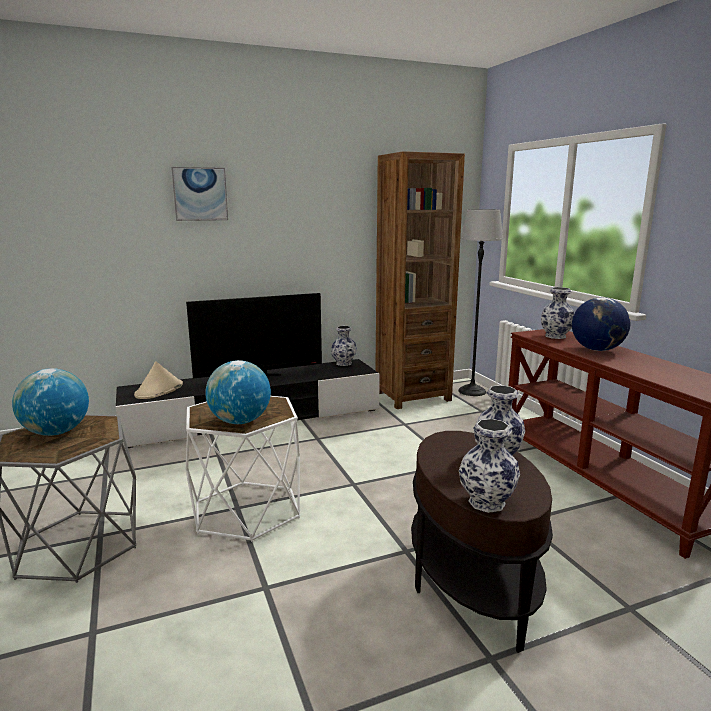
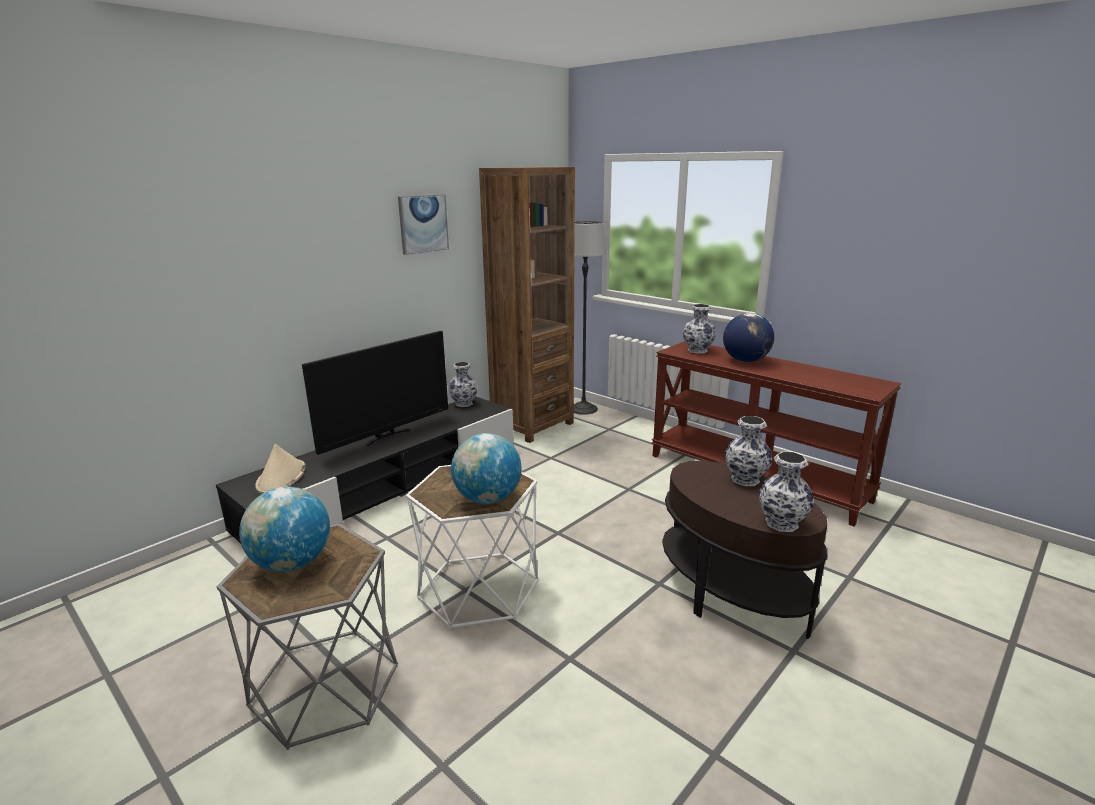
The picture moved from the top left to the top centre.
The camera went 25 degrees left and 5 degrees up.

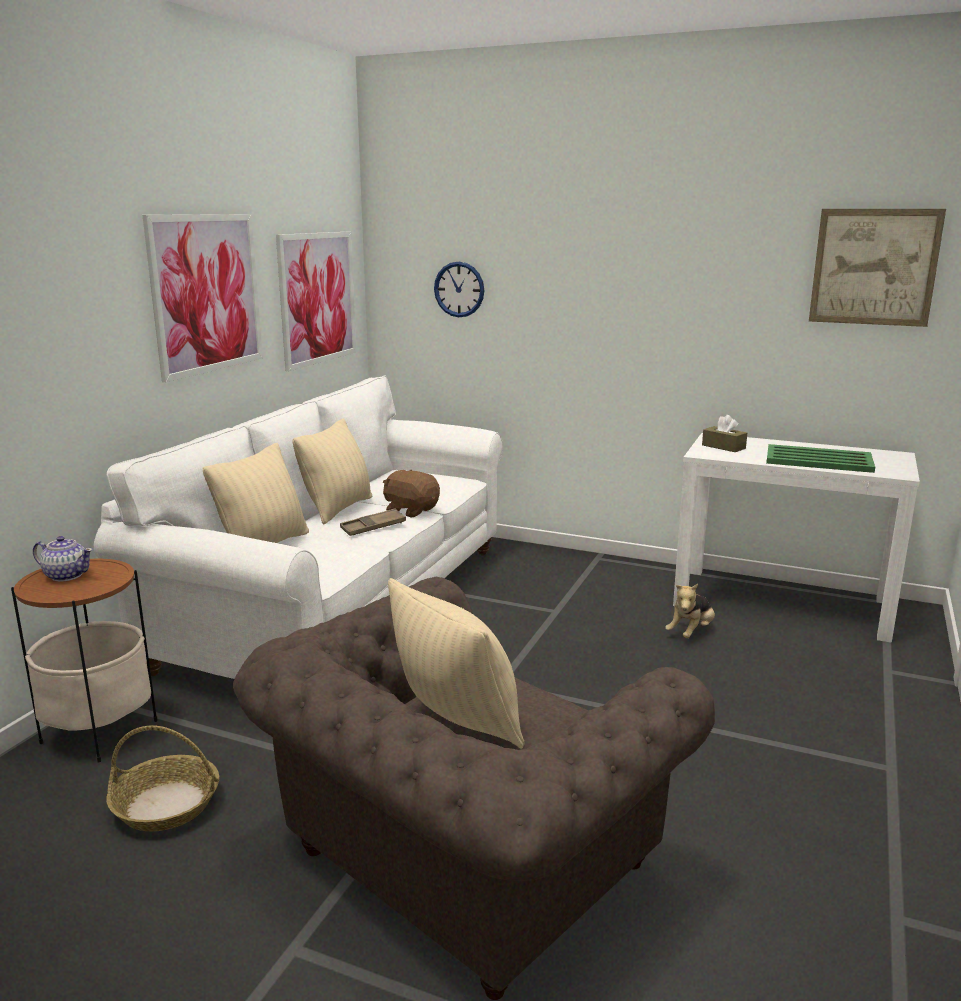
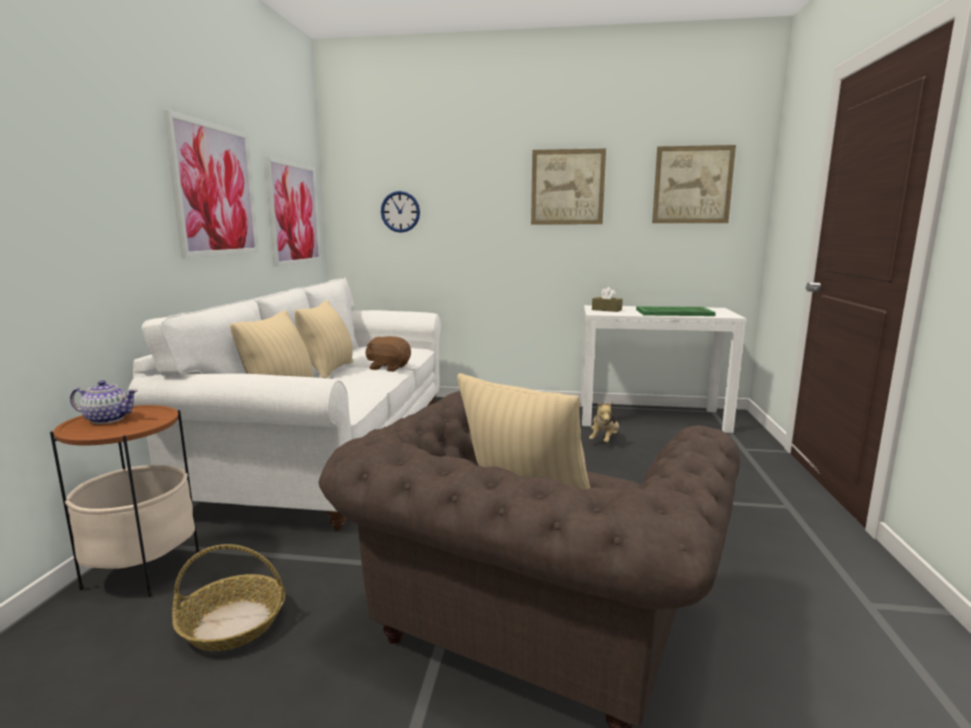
The picture (no. 3 from left) at the top centre appeared.
The brown serving tray at the centre disappeared.
The camera went 15 degrees left and 5 degrees down.

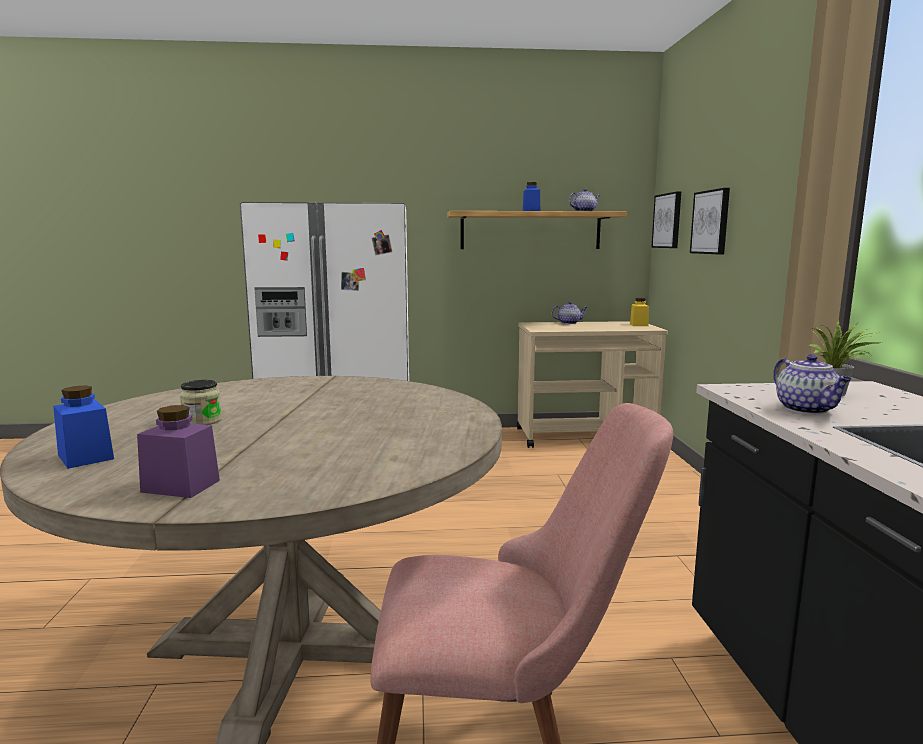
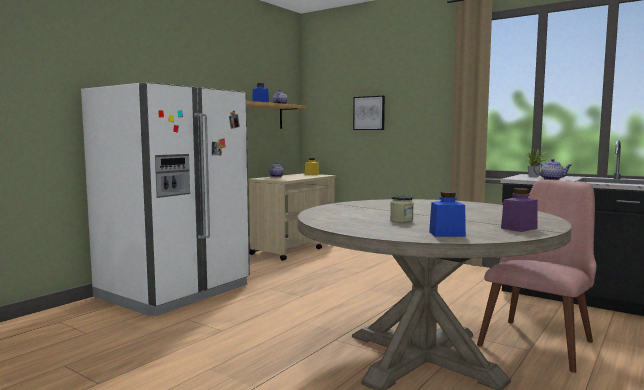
The picture (no. 1 from left) at the top right disappeared.
The camera went 50 degrees left and 5 degrees down.

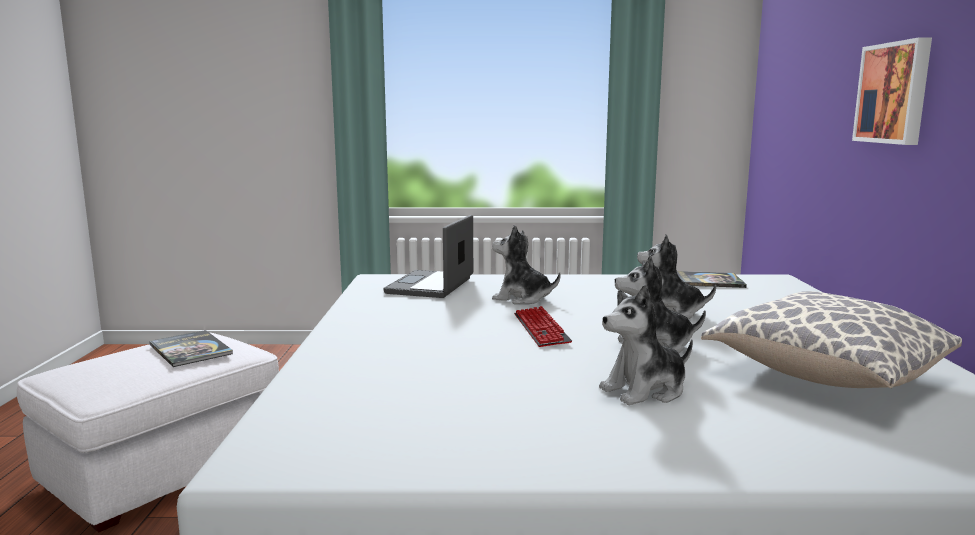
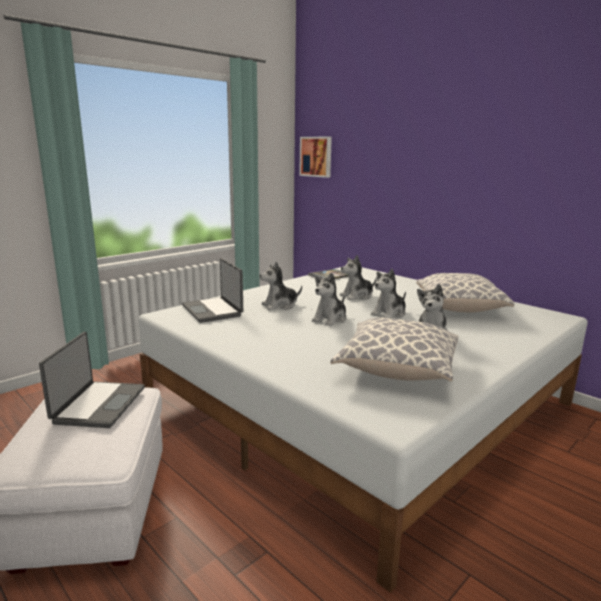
The book (no. 1 from left) at the middle left was replaced by the laptop (no. 1 from left) at the middle left.
The picture moved from the top right to the top centre.
The PC keyboard at the centre was replaced by the plush toy (no. 2 from left) at the centre.
The pillow (no. 1 from left) at the centre appeared.
The camera went 45 degrees left and 5 degrees up.

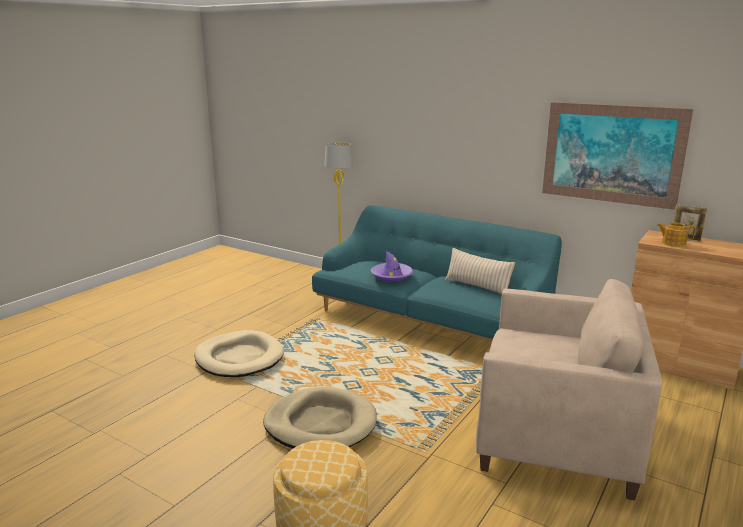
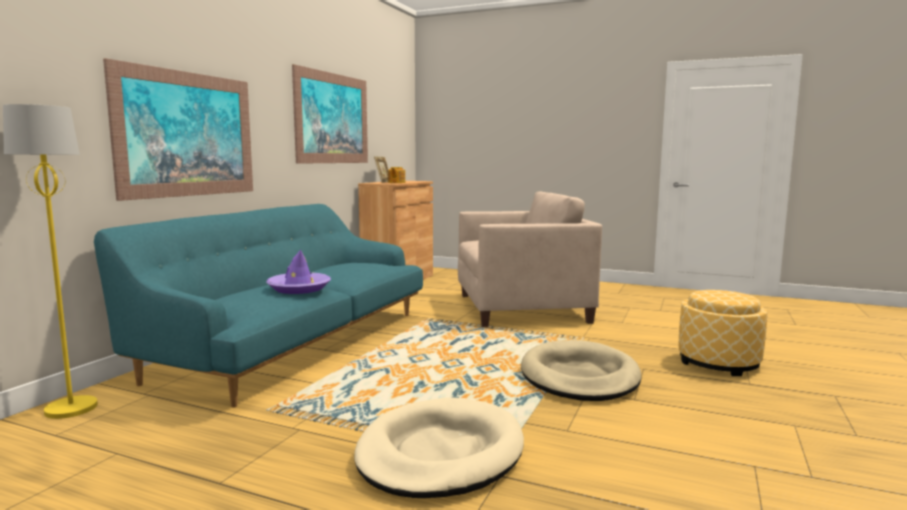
The picture (no. 1 from left) at the top left appeared.
The sand-coloured easy chair at the bottom right turned 75 degrees clockwise.
The sand-coloured pillow at the centre disappeared.
The camera went 100 degrees left and 10 degrees down.

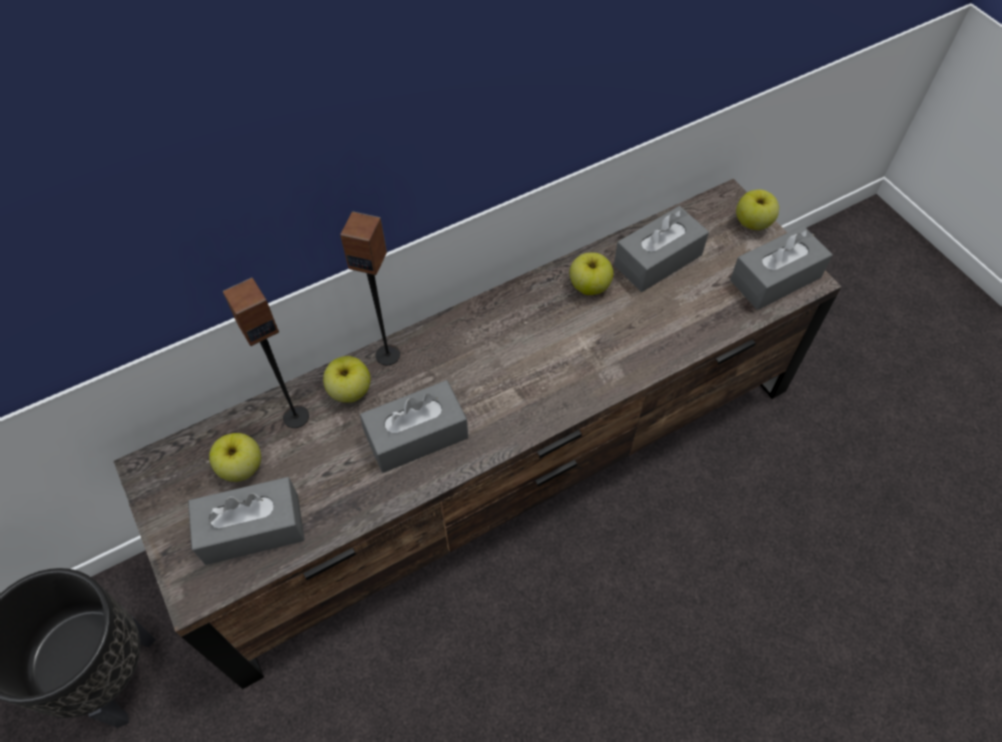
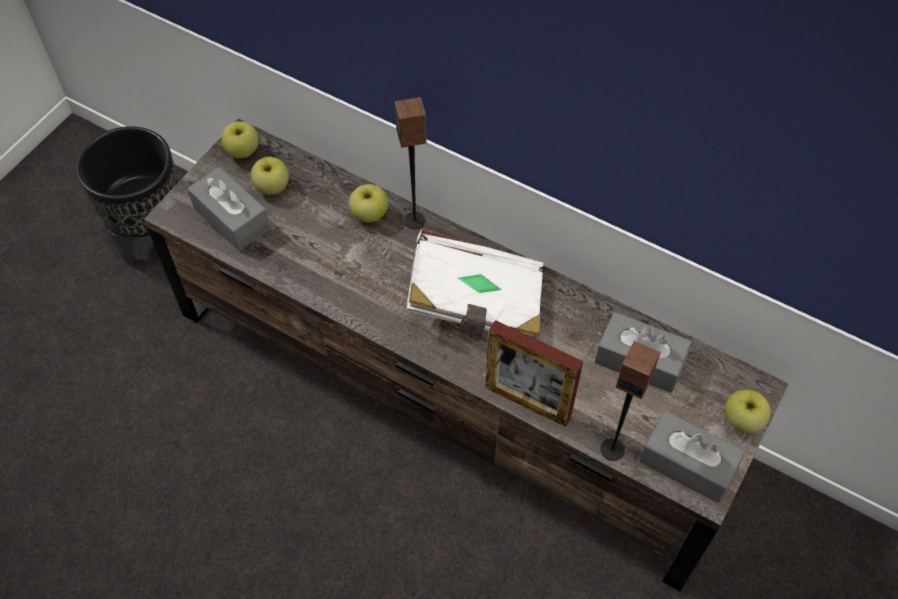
The apple fruit (no. 3 from left in the first image) moved from the centre to the top left.
The white-coloured book at the centre appeared.
The standing frame at the centre appeared.
The loudspeaker (no. 1 from left in the first image) moved from the middle left to the bottom right.
The grey box of tissues (no. 2 from left) at the centre disappeared.
The camera went 60 degrees right and 0 degrees up.

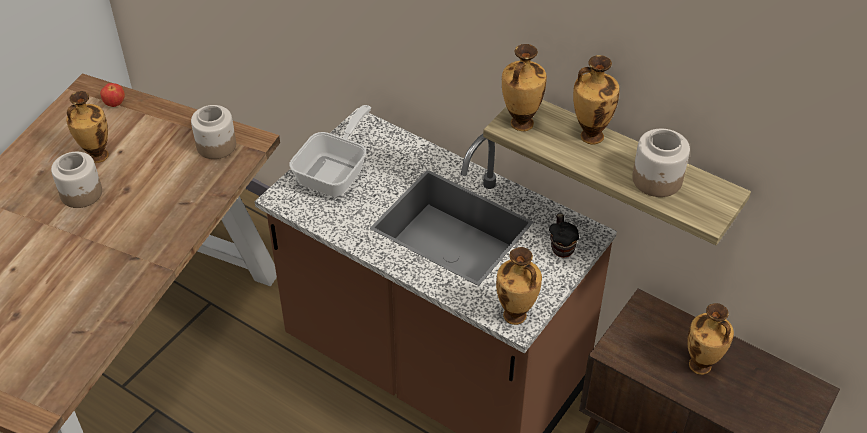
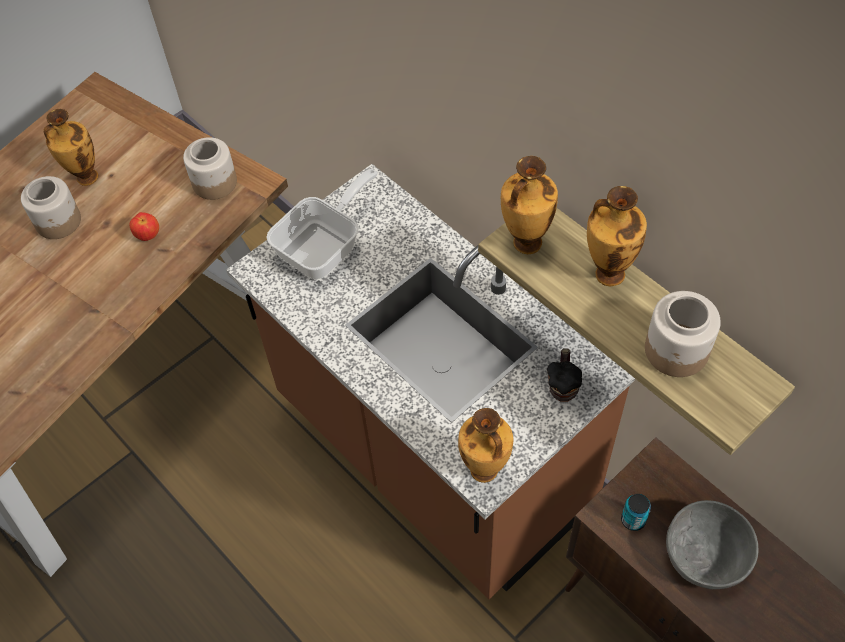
The apple fruit moved from the top left to the middle left.
The metal can at the bottom right appeared.
The vase (no. 5 from left) at the bottom right was replaced by the grey bowl at the bottom right.
The camera went 15 degrees right and 10 degrees up.

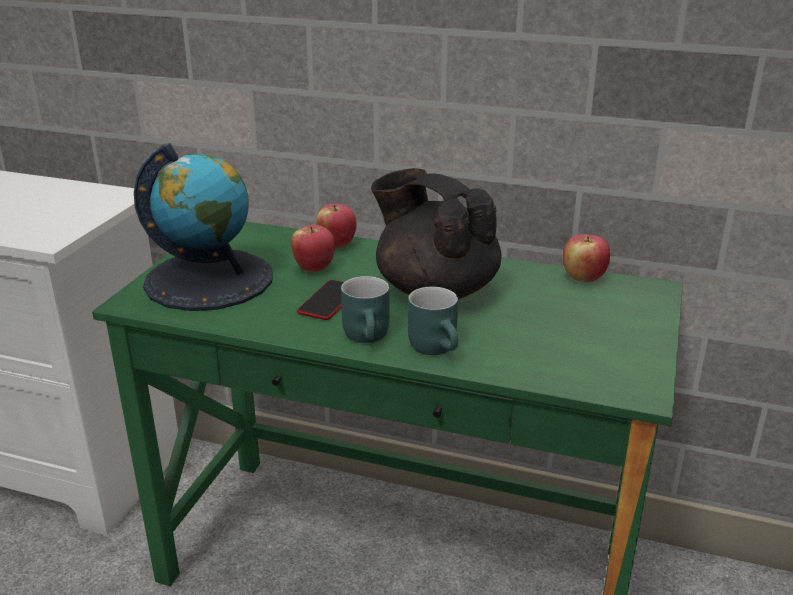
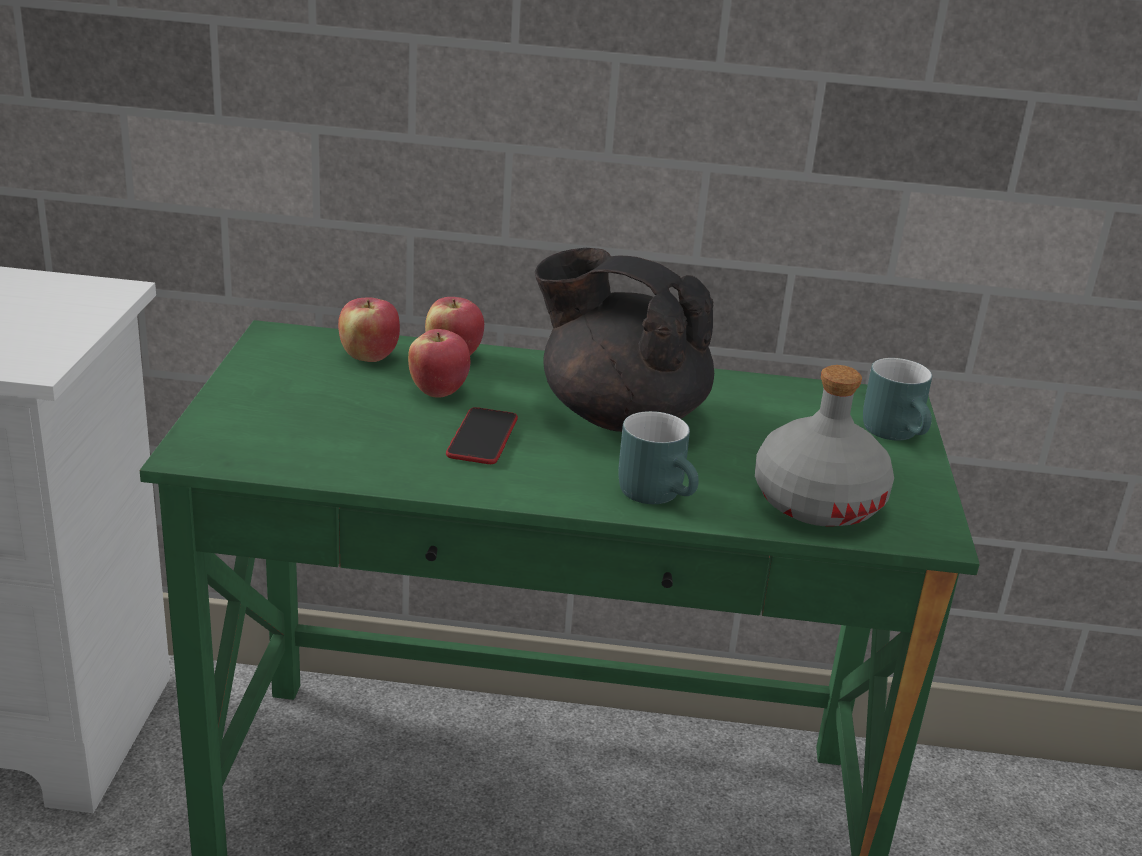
The apple fruit (no. 3 from left in the first image) moved from the middle right to the middle left.
The grey drink bottle at the middle right appeared.
The turquoise-coloured tea mug (no. 1 from left in the first image) moved from the centre to the middle right.
The globe at the middle left disappeared.
The camera went 15 degrees left and 0 degrees up.

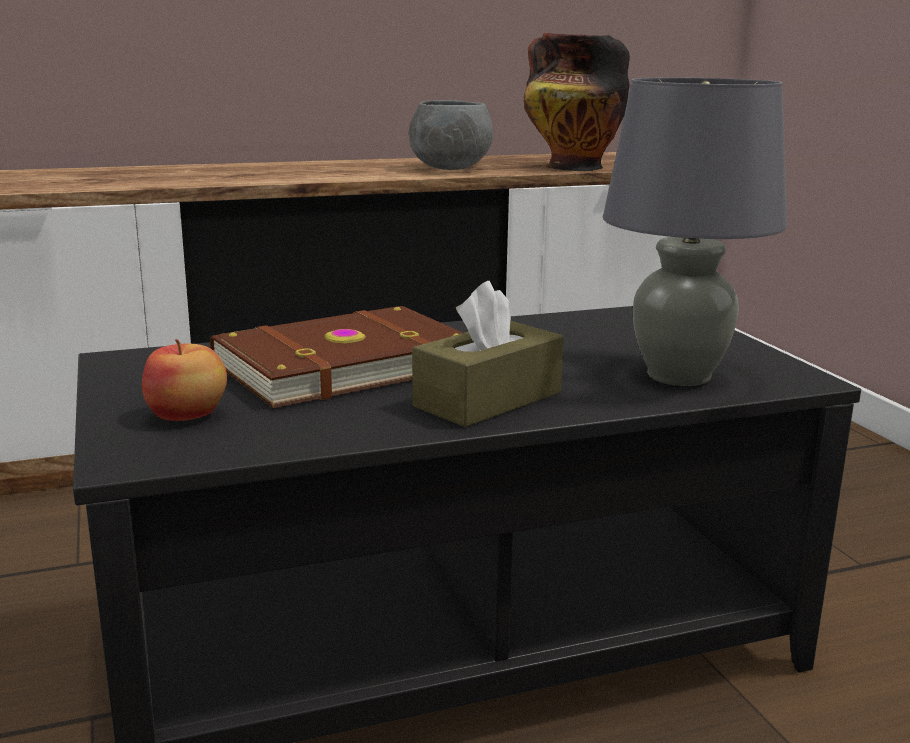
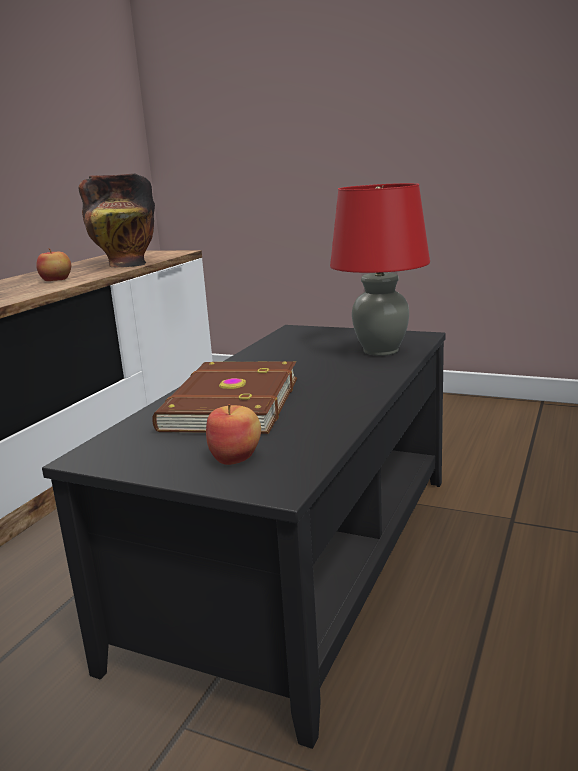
The grey bowl at the top centre was replaced by the apple fruit (no. 1 from left) at the middle left.
The grey tabletop lamp at the top right became the red-coloured tabletop lamp at the centre.
The brown box of tissues at the centre disappeared.
The camera went 45 degrees left and 0 degrees up.

